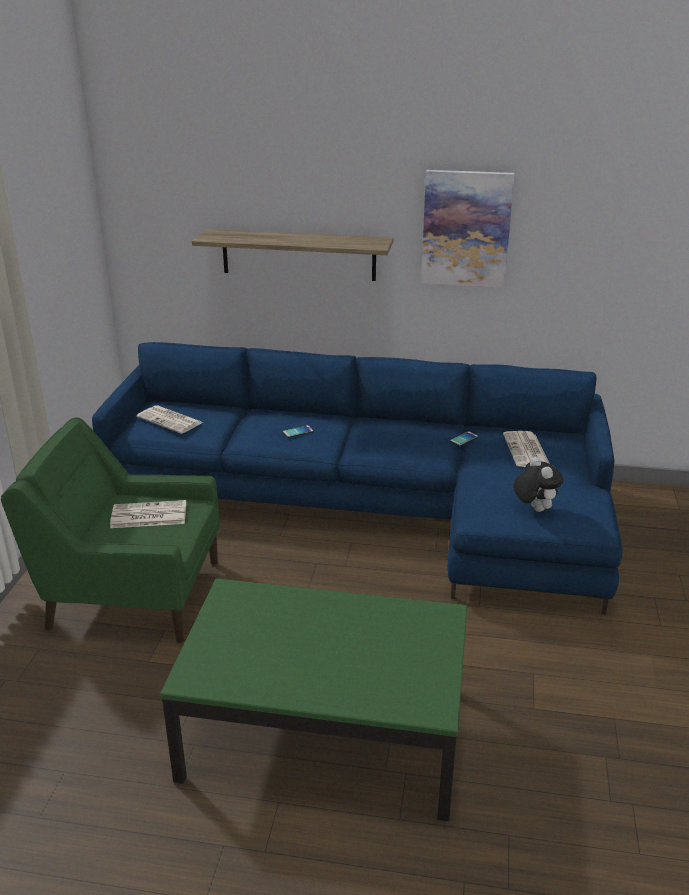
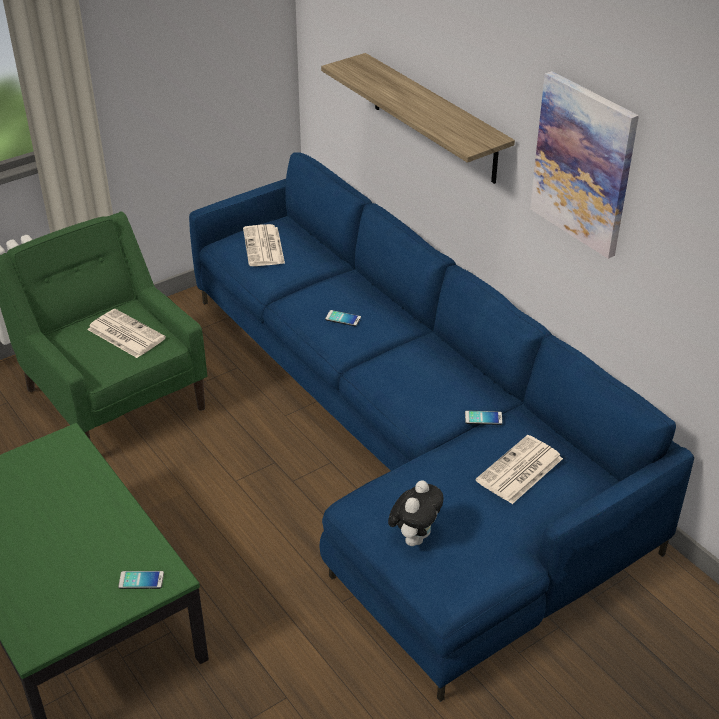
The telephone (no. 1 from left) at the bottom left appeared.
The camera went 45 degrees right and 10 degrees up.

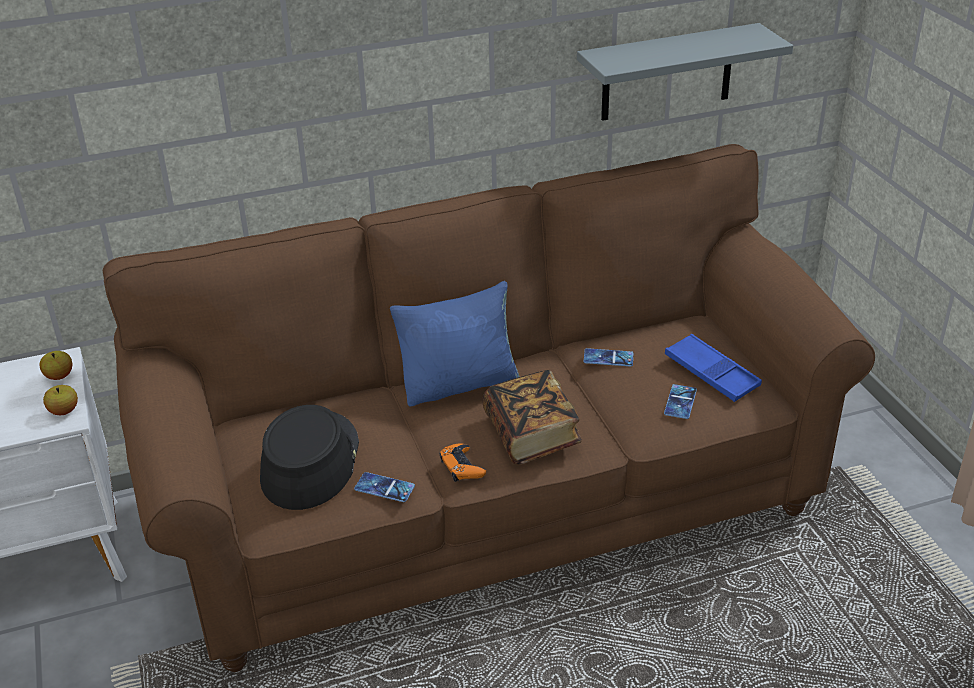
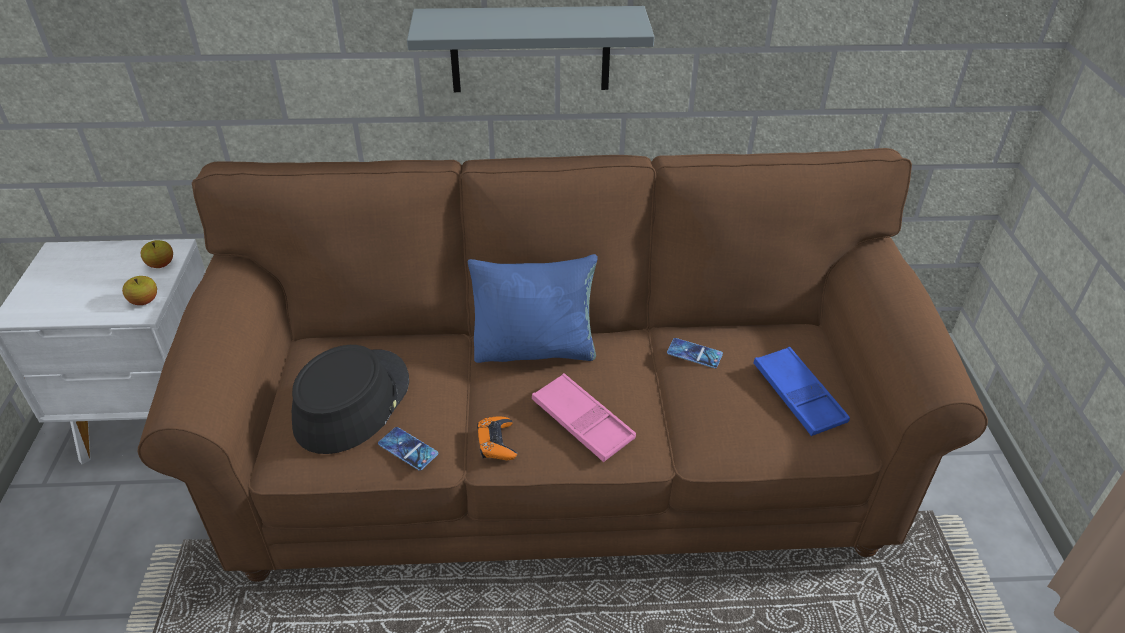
The grey bracket shelf moved from the top right to the top centre.
The book at the centre was replaced by the pink-coloured serving tray at the centre.
The telephone (no. 3 from left) at the middle right disappeared.
The camera went 15 degrees right and 5 degrees up.

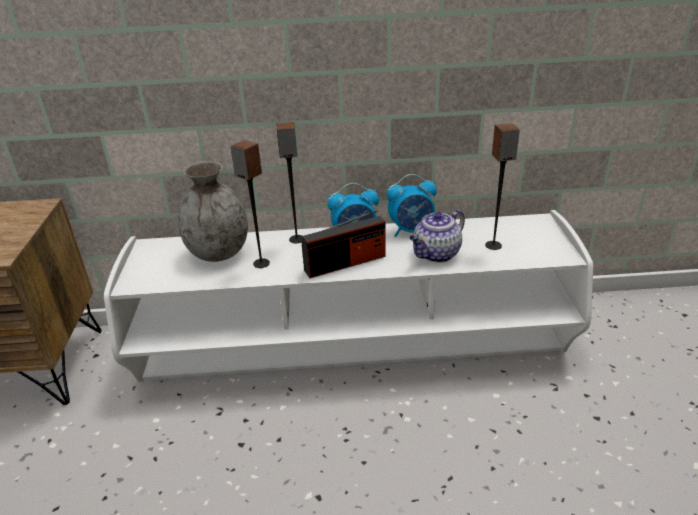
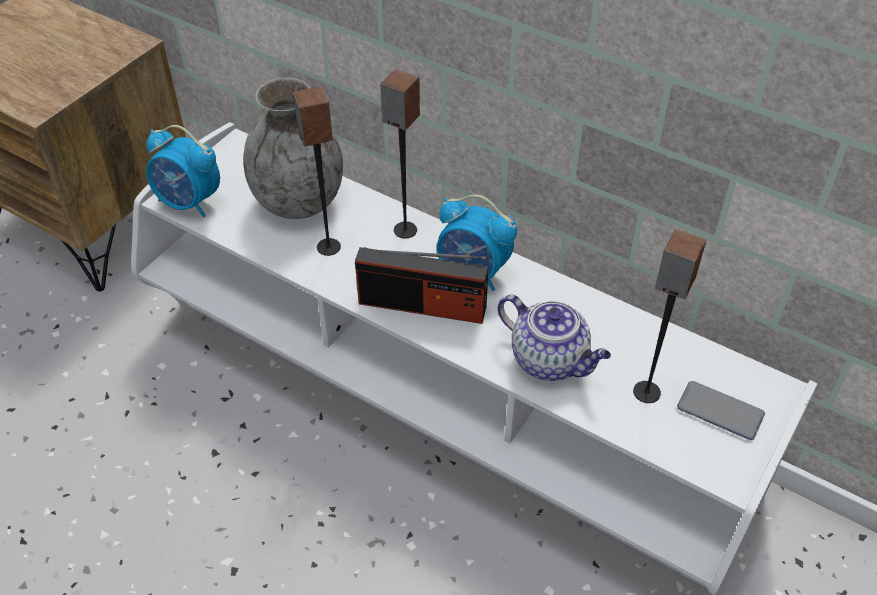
The bedside clock (no. 2 from left in the first image) moved from the centre to the top left.
The pot for tea at the centre turned 135 degrees counterclockwise.
The telephone at the bottom right appeared.
The camera went 35 degrees right and 15 degrees up.

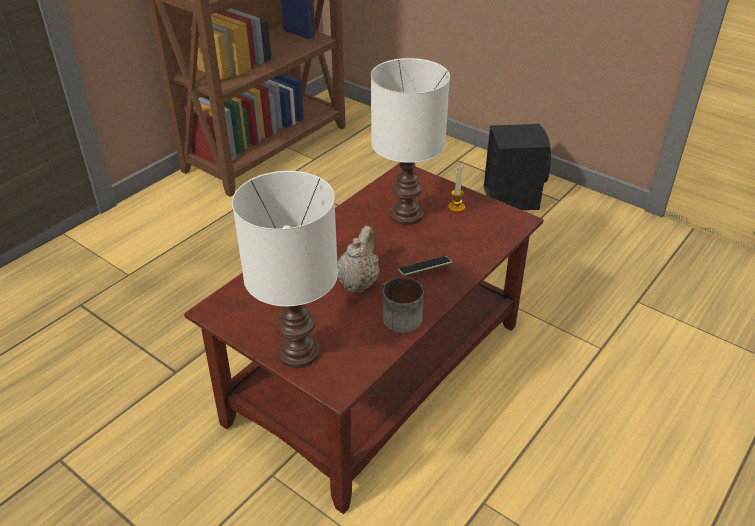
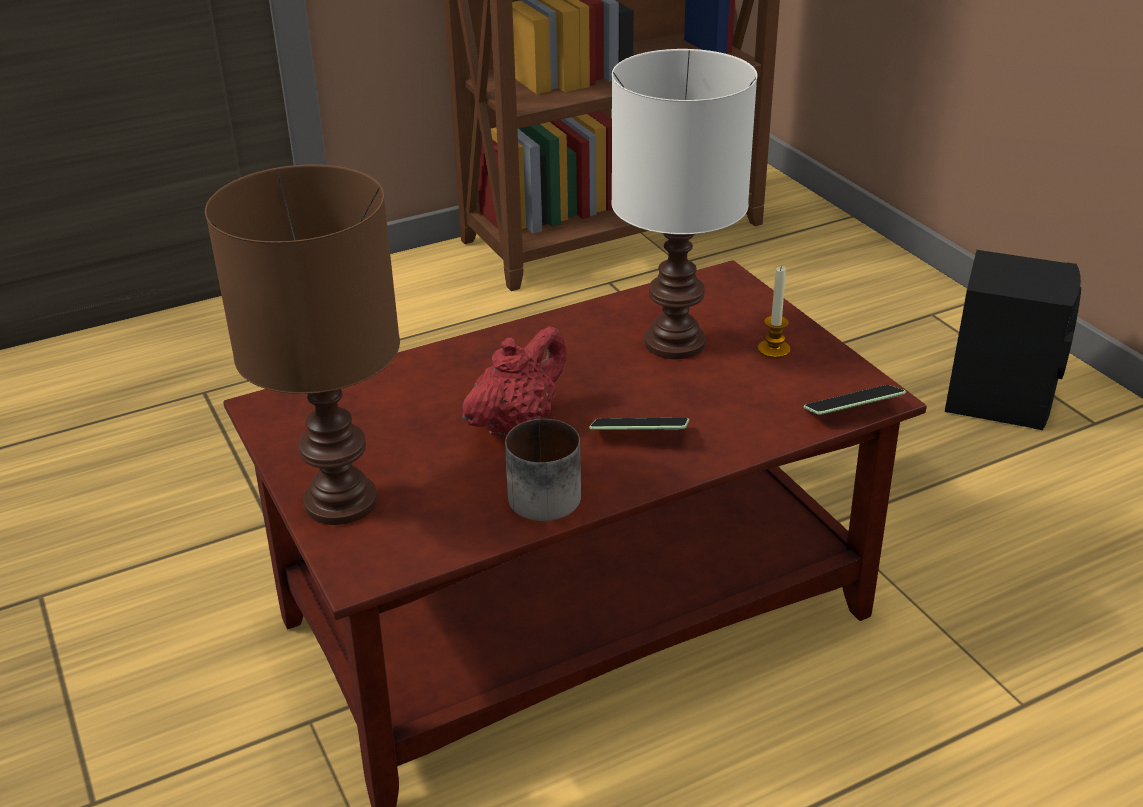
The white-coloured tabletop lamp (no. 1 from left) at the centre became the brown tabletop lamp at the middle left.
The sand-coloured pot for tea at the centre became the red-coloured pot for tea at the centre.
The telephone (no. 2 from left) at the middle right appeared.
The camera went 25 degrees right and 5 degrees down.

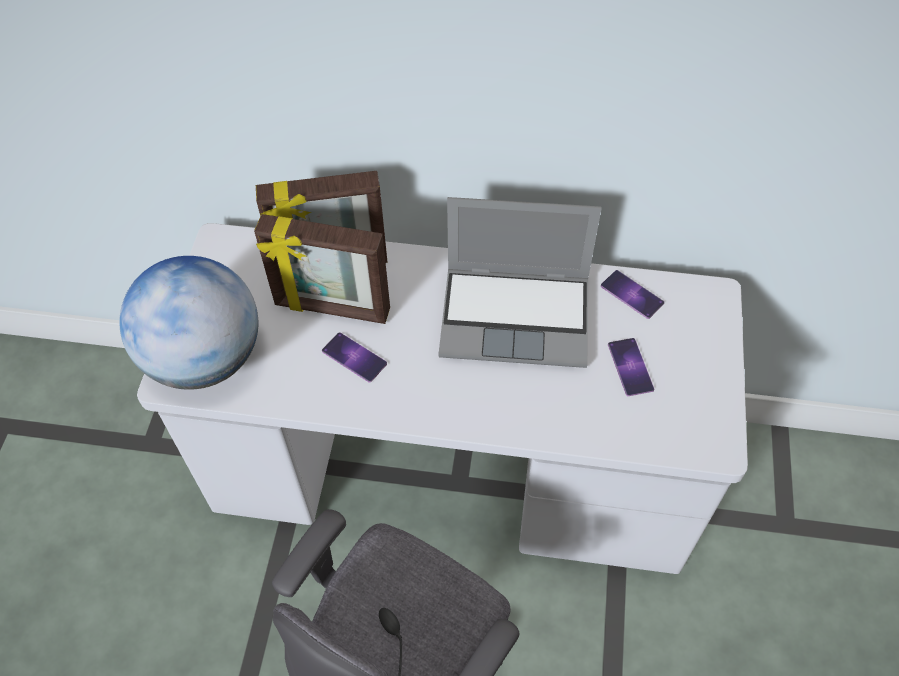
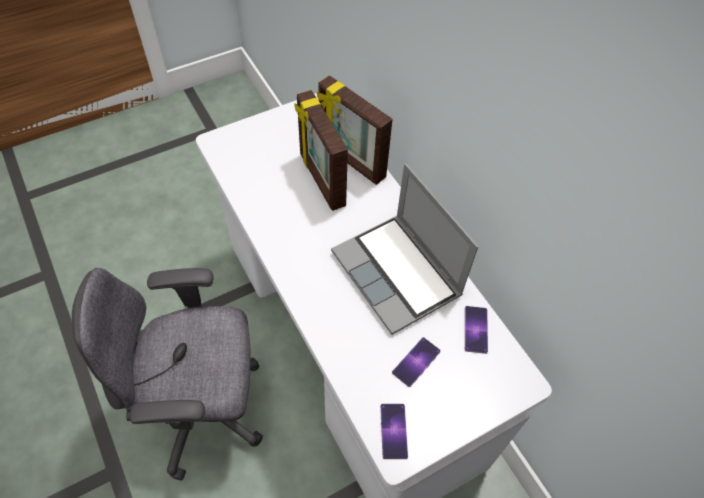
The telephone (no. 1 from left) moved from the centre to the bottom centre.
The globe at the middle left disappeared.
The camera went 50 degrees right and 0 degrees up.

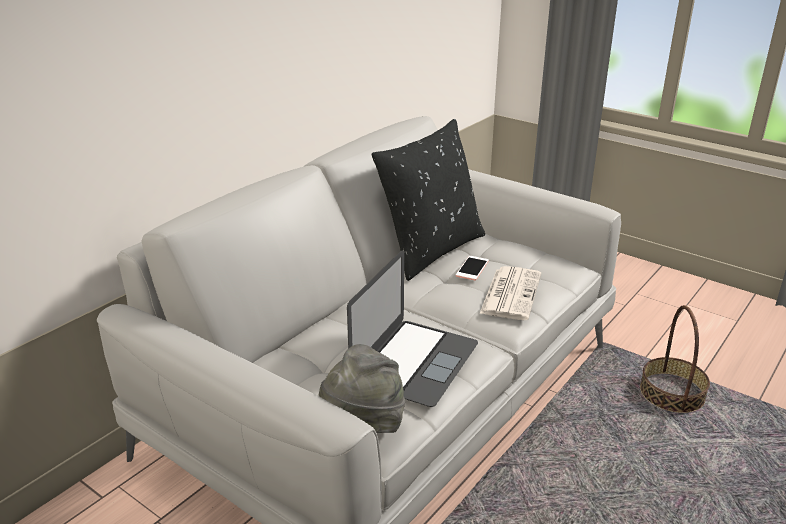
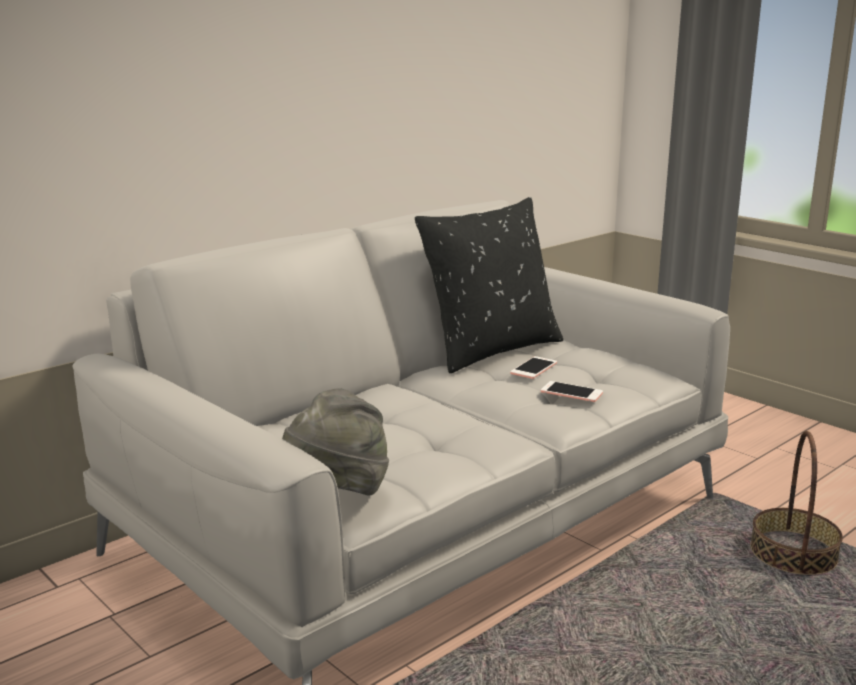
The printed paper at the centre was replaced by the telephone (no. 2 from left) at the middle right.
The laptop at the centre disappeared.
The camera went 10 degrees right and 10 degrees down.

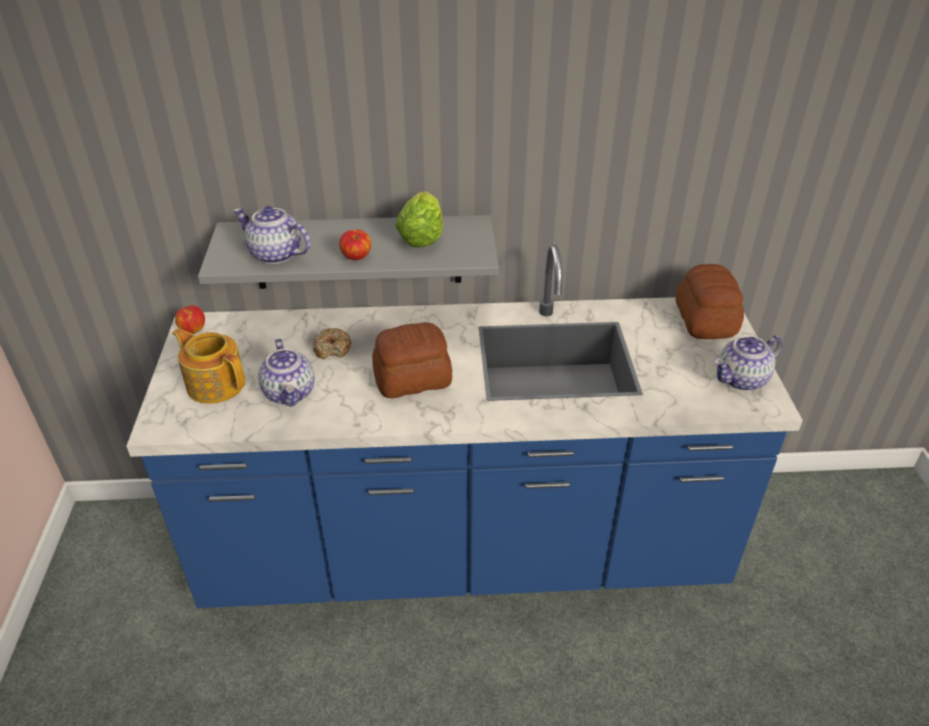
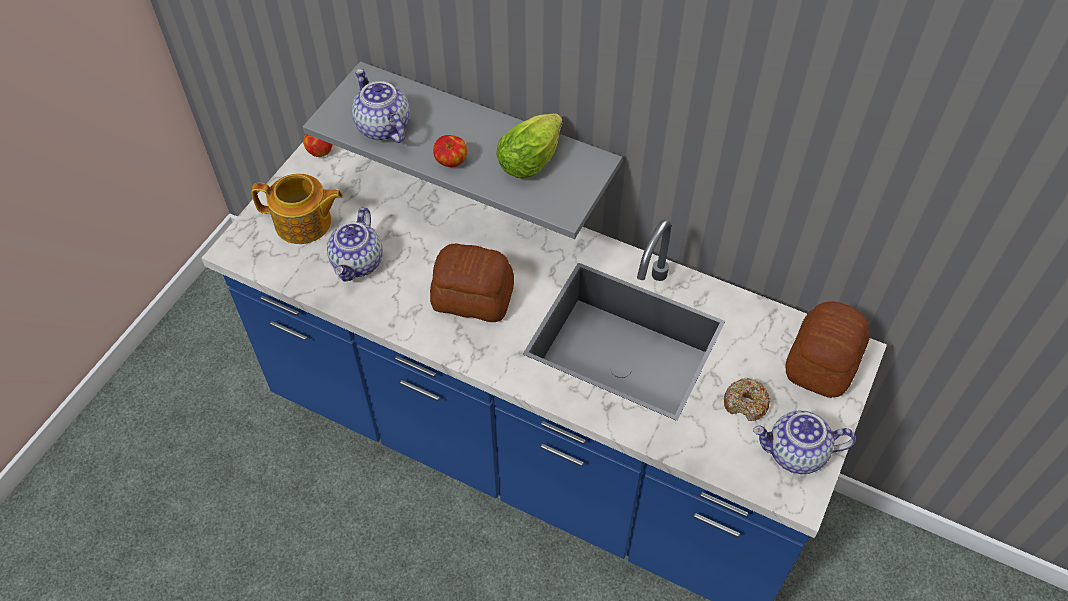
The pot for tea (no. 1 from left) at the middle left turned 120 degrees clockwise.
The doughnut moved from the centre to the middle right.
The camera went 30 degrees right and 15 degrees up.

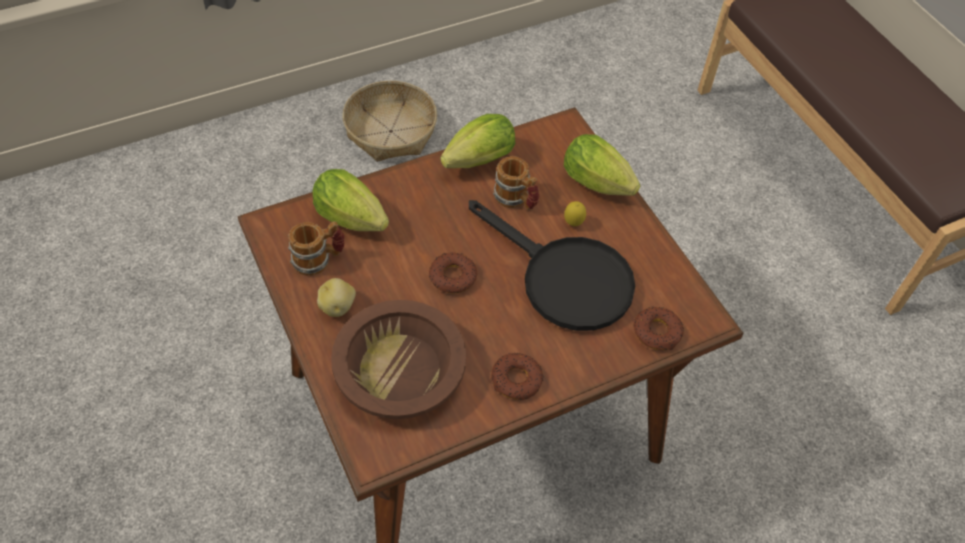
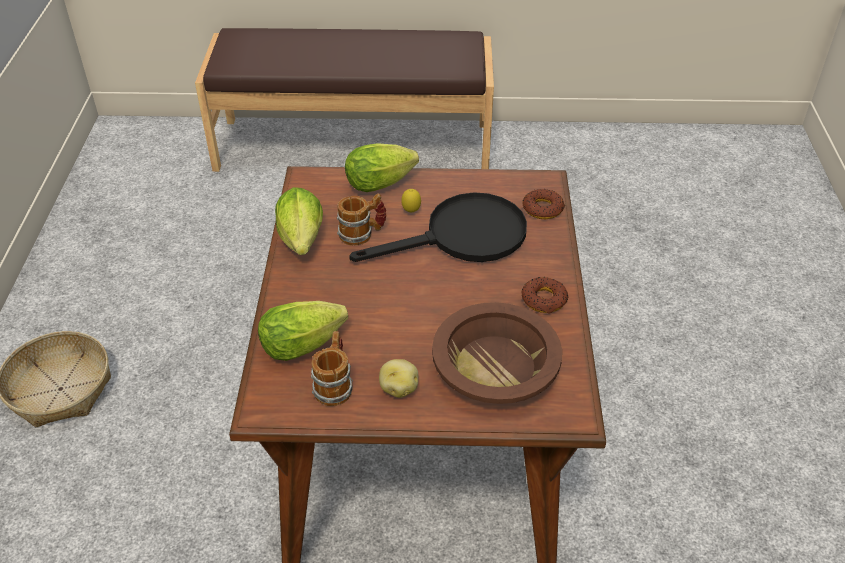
The doughnut (no. 1 from left) at the centre disappeared.
The camera went 60 degrees left and 10 degrees down.

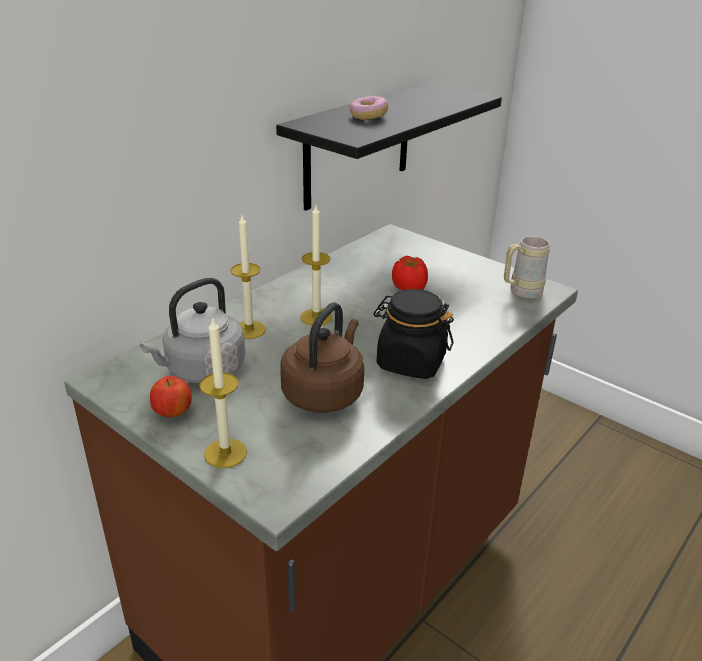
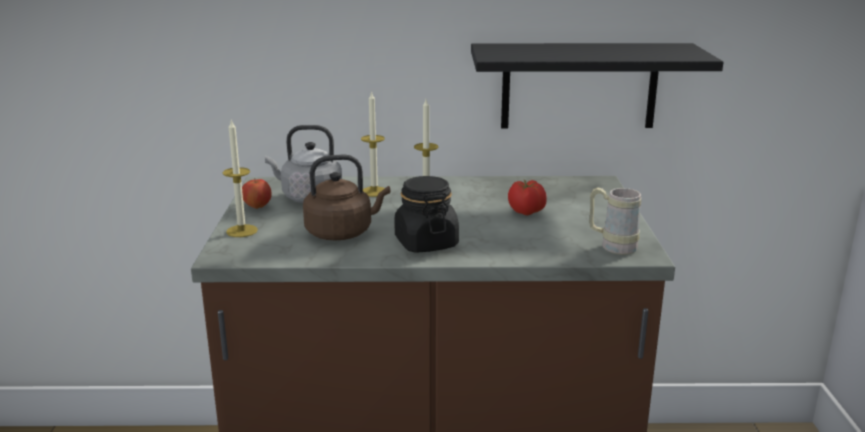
The doughnut at the top centre disappeared.
The camera went 50 degrees right and 10 degrees down.

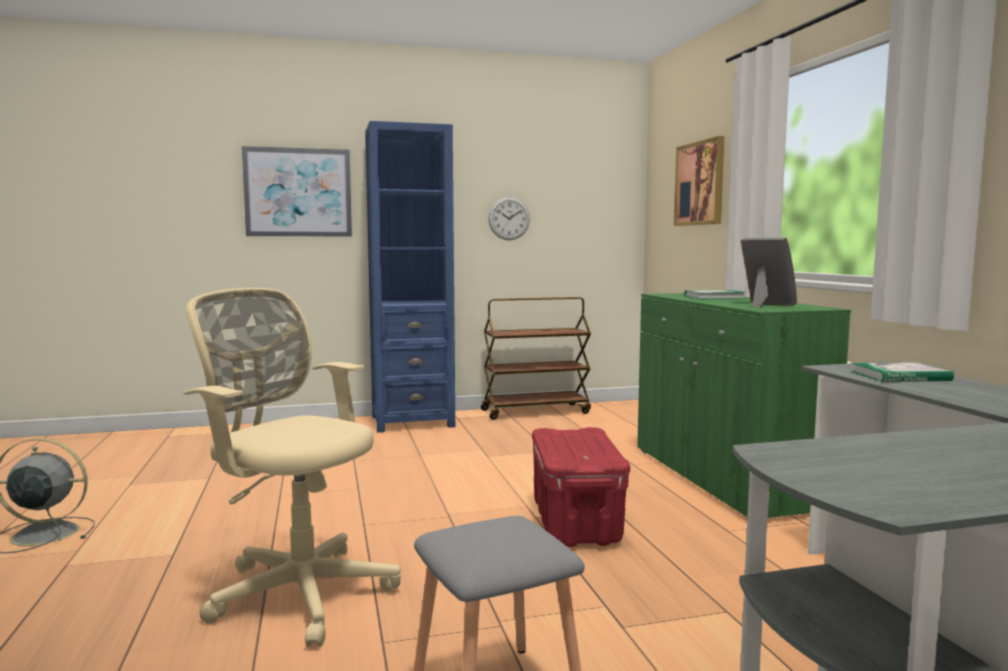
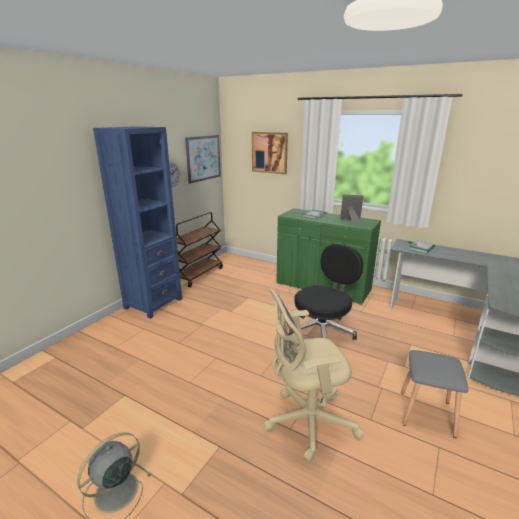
The picture (no. 1 from left) moved from the top left to the top centre.
The red-coloured storage bin at the bottom centre was replaced by the black-coloured office chair at the centre.
The camera went 45 degrees left and 15 degrees up.

